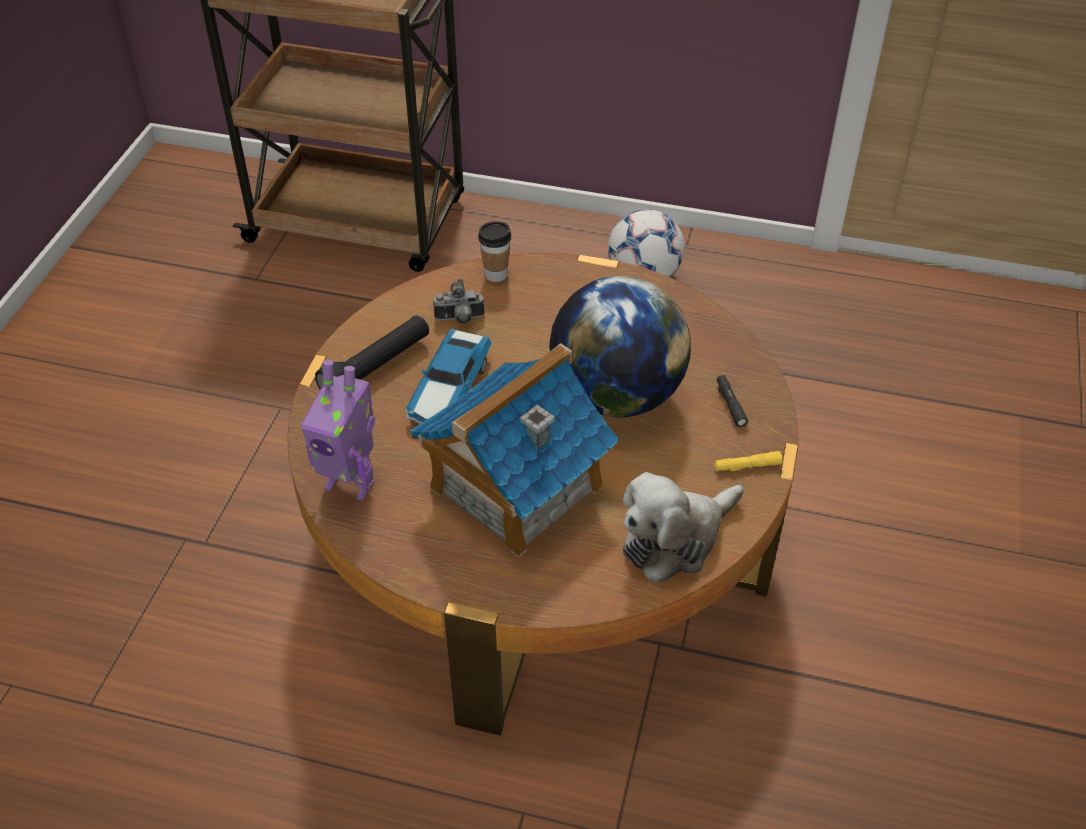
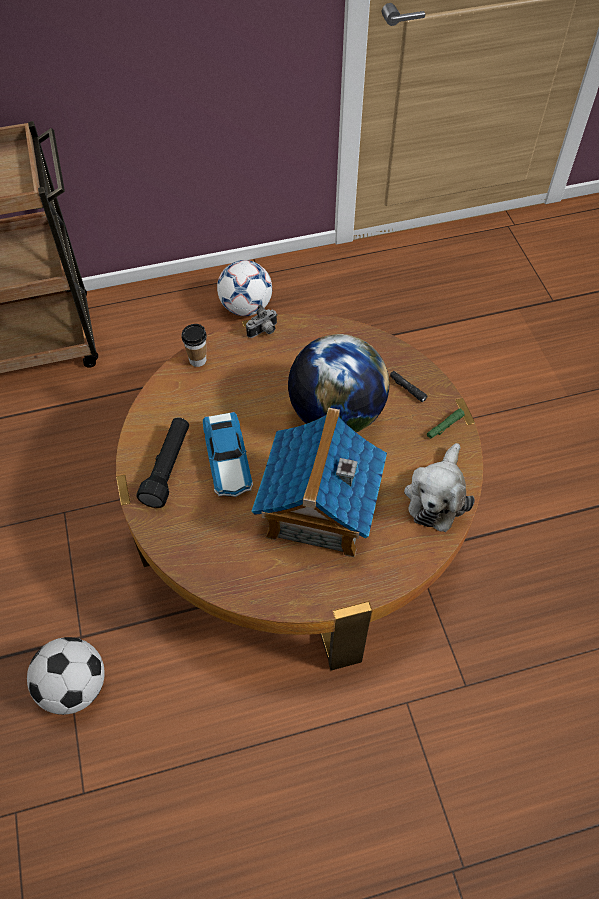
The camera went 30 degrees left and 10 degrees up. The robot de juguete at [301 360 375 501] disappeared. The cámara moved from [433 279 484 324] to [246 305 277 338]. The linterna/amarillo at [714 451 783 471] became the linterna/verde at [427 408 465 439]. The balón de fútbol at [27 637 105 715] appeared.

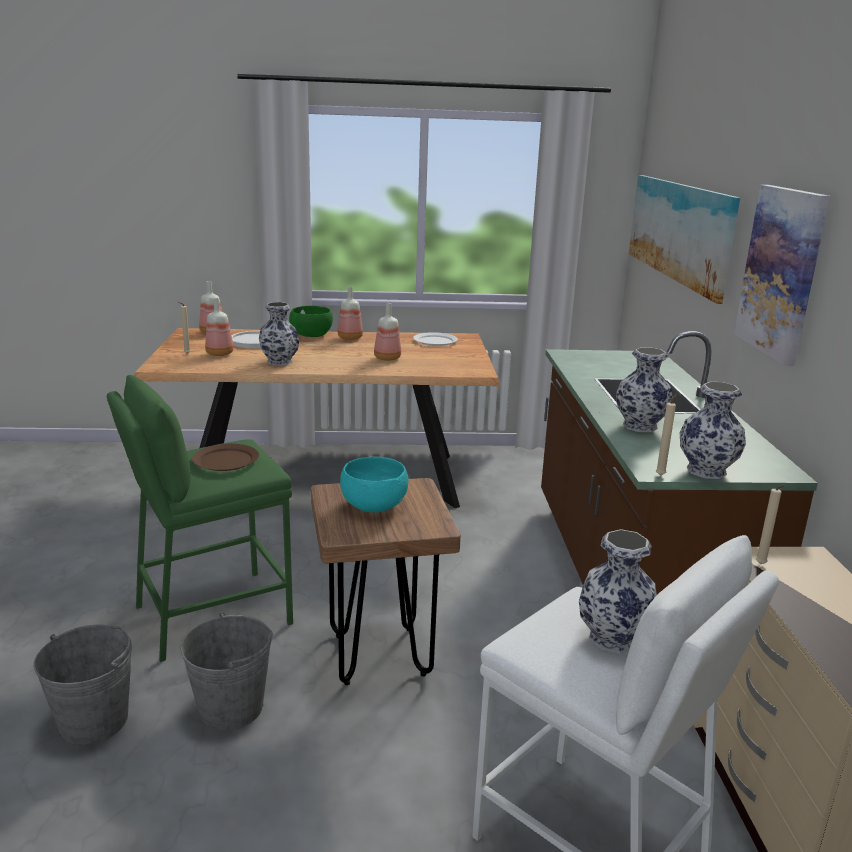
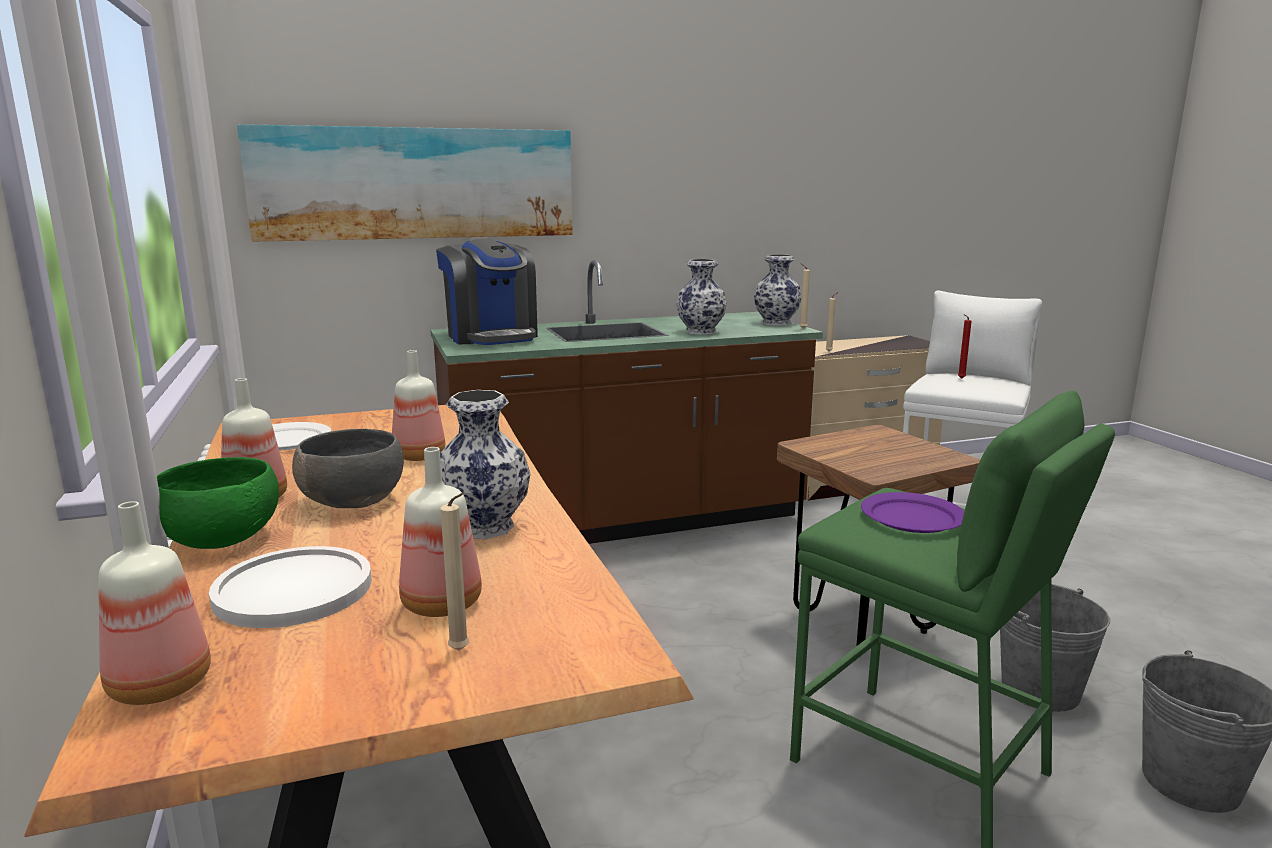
The camera went 105 degrees left and 5 degrees down. The plato/marrón at [192 444 259 471] became the plato/morado at [861 492 964 533]. The cuenco/turquesa at [340 457 408 512] disappeared. The florero at [579 529 657 654] was replaced by the vela/rojo at [958 314 972 379]. The cuadro at [734 185 830 366] disappeared. The cuenco/gris at [292 429 404 508] appeared. The cafetera at [436 239 538 345] appeared.

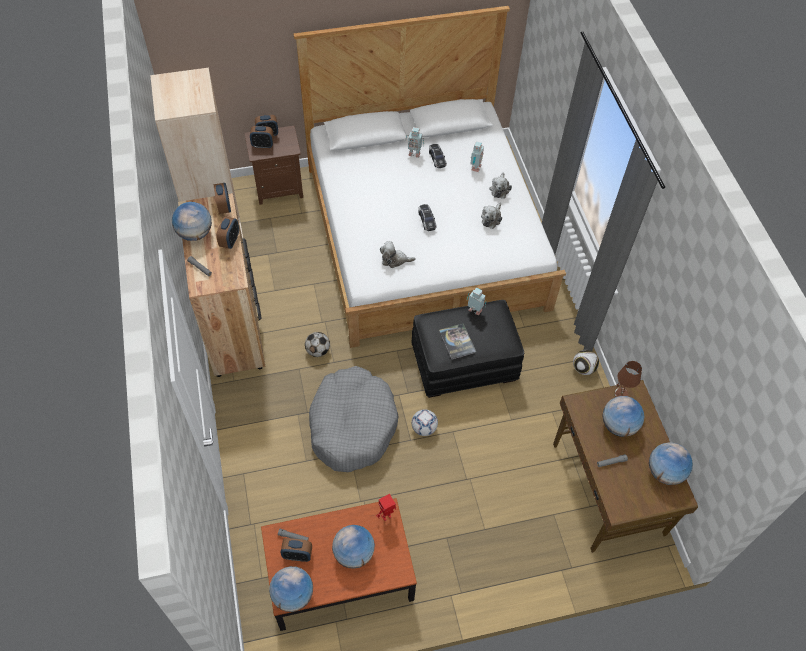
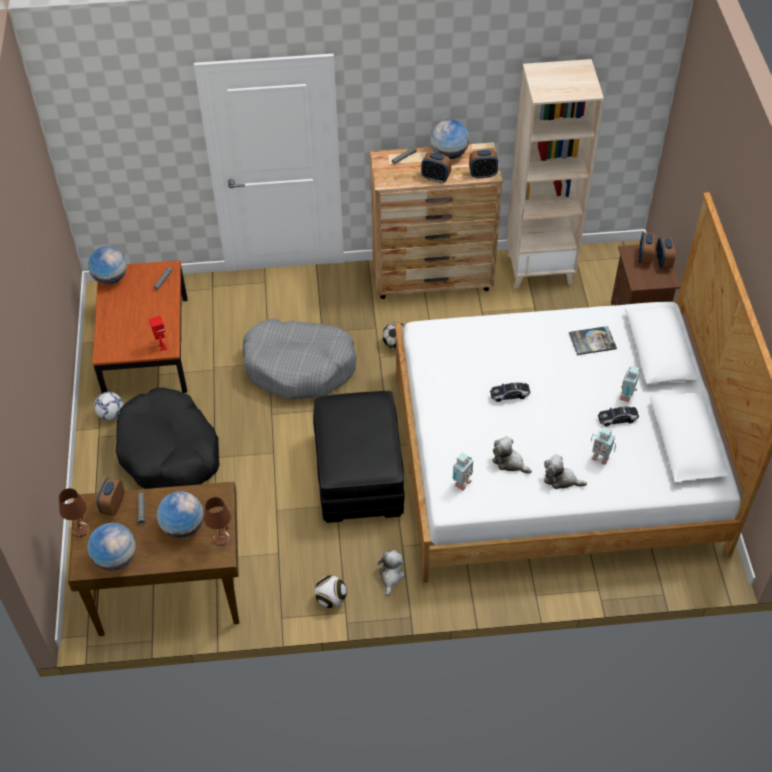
The camera went 100 degrees right and 5 degrees down. The despertador moved from [281 538 312 562] to [97 478 124 516]. The globo terráqueo at [332 525 375 569] disappeared. The peluche moved from [380 241 416 268] to [377 550 405 596]. The balón de fútbol moved from [412 409 438 436] to [94 392 123 421]. The libro moved from [439 323 476 359] to [569 326 617 355]. The robot de juguete moved from [467 288 487 316] to [453 452 473 491]. The lámpara de mesa/marrón at [59 488 89 537] appeared. The cama para perro/negro at [116 388 220 489] appeared.

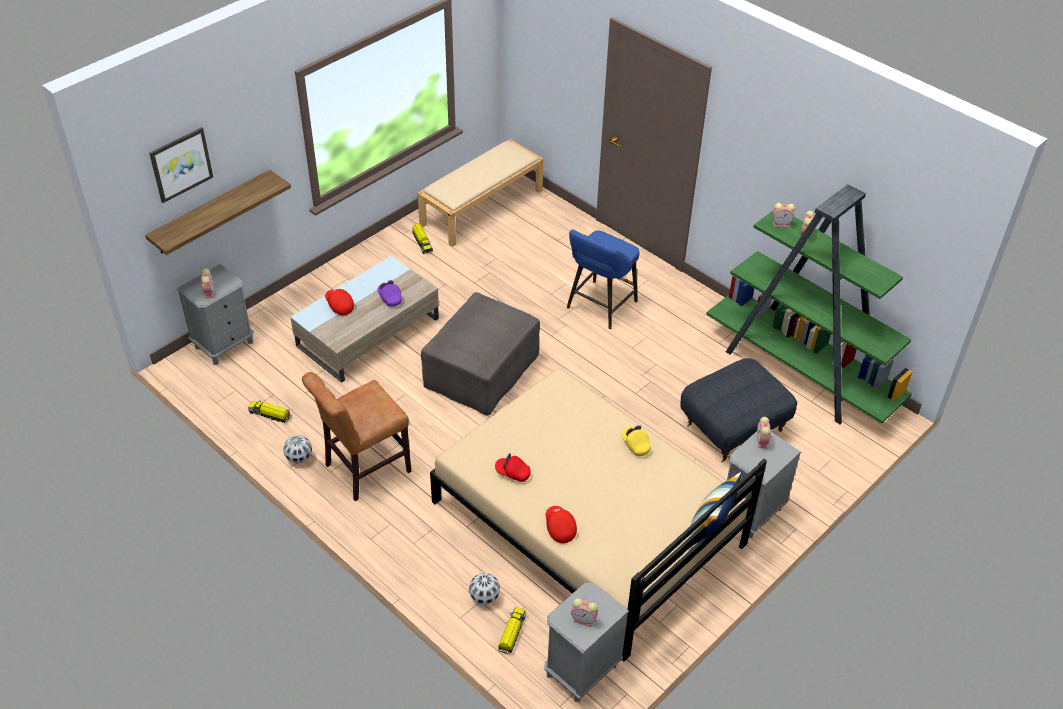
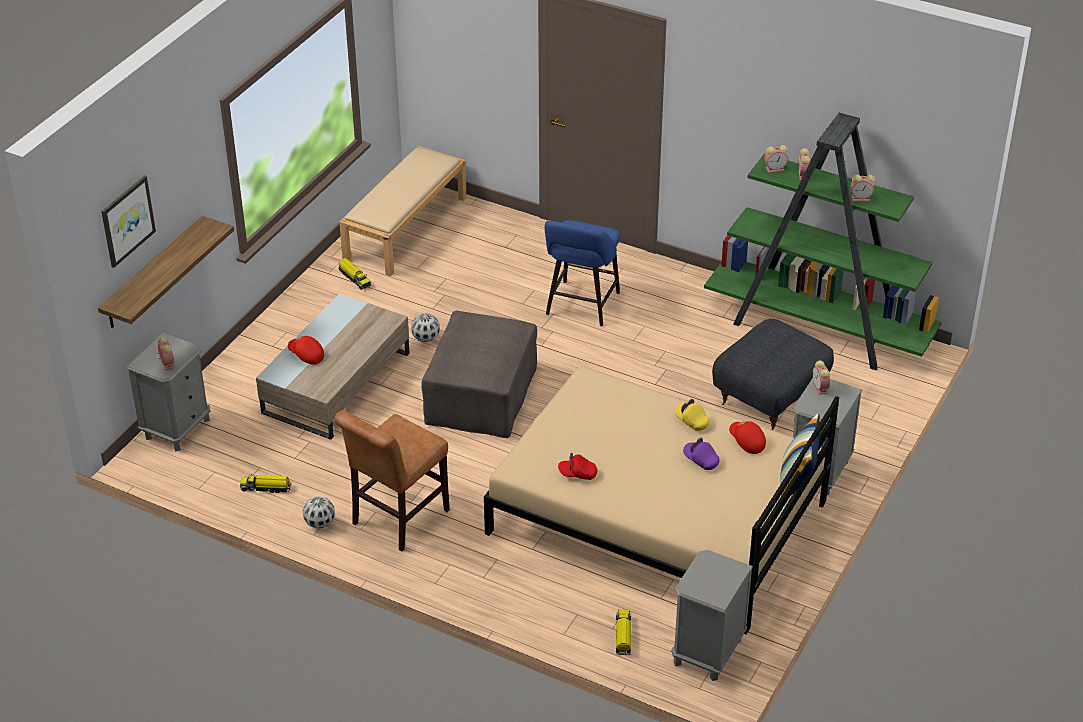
The camera went 15 degrees left and 5 degrees down. The gorra/morado moved from [377 280 402 307] to [683 438 719 470]. The balón de fútbol moved from [469 573 500 605] to [411 313 440 342]. The gorra/rojo moved from [546 506 577 543] to [729 421 766 454]. The despertador moved from [571 598 598 627] to [851 175 875 201].

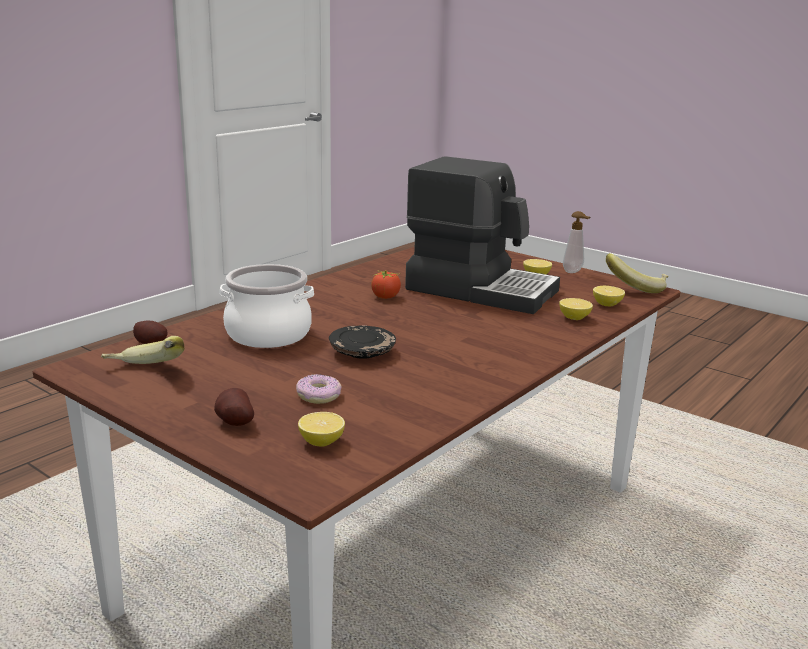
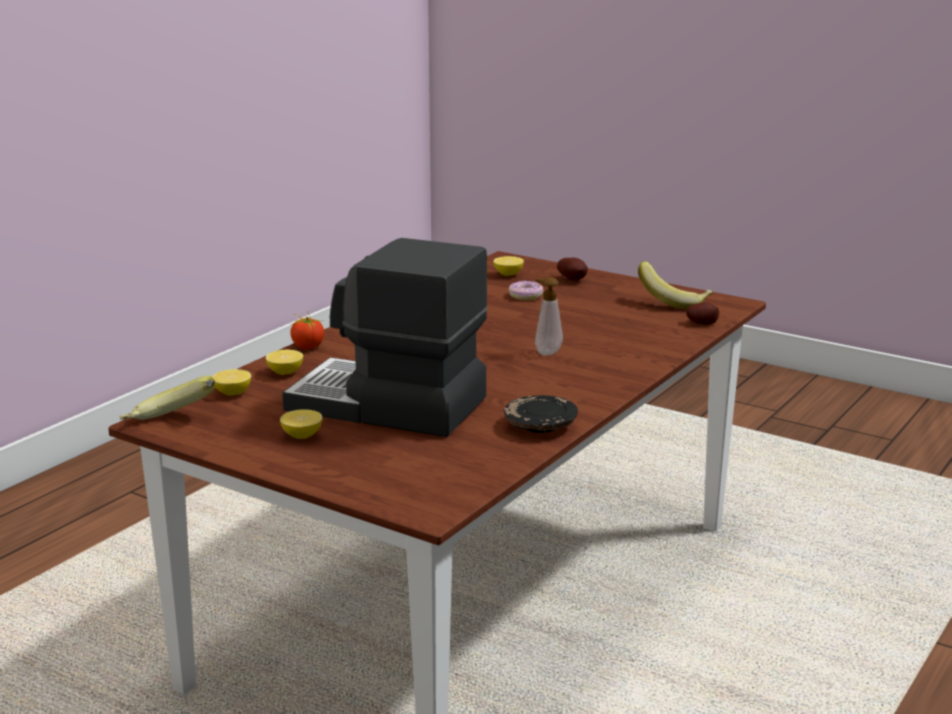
The camera went 175 degrees right and 0 degrees up. The olla at [220 264 314 348] disappeared. The plato/negro moved from [329 325 396 359] to [504 395 578 433]. The tomate moved from [371 270 401 299] to [290 313 324 349]. The dispensador de jabón moved from [563 211 591 273] to [535 277 563 356].

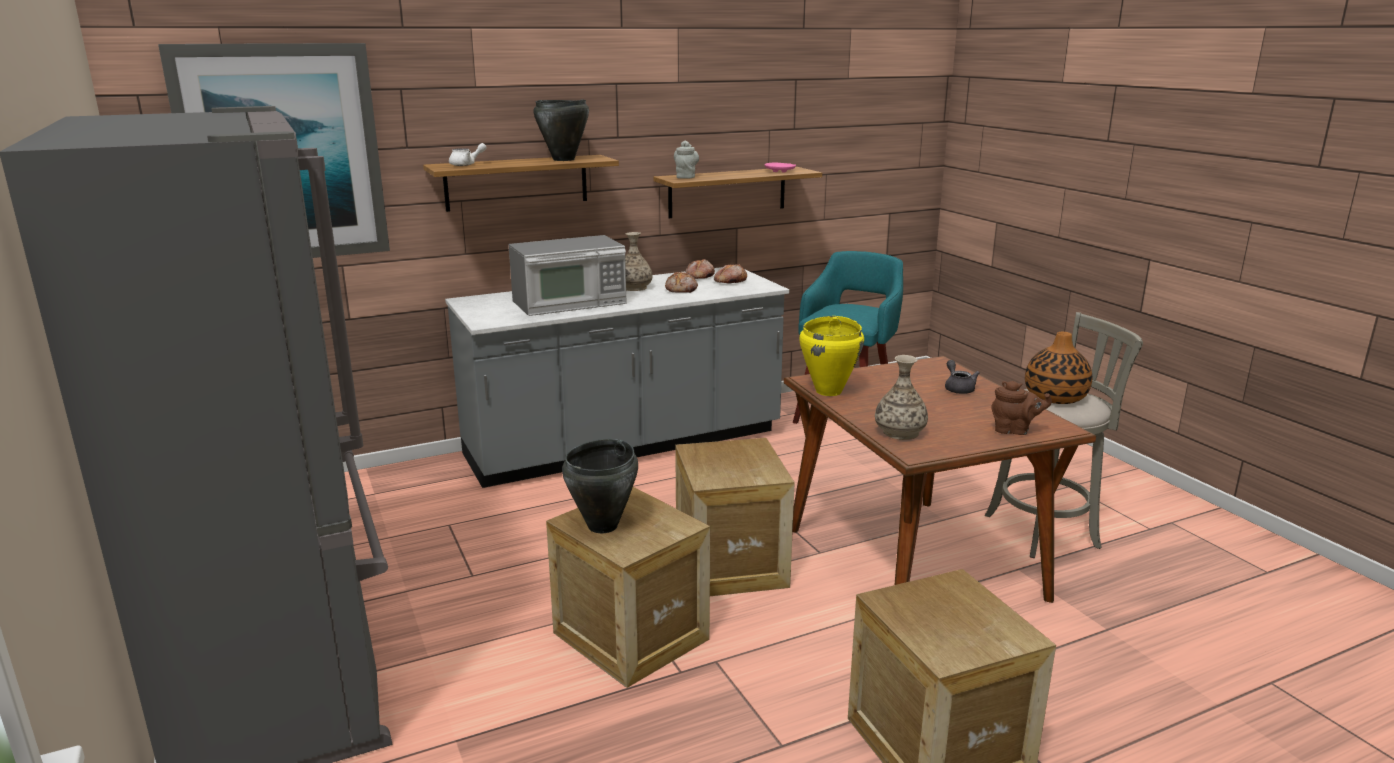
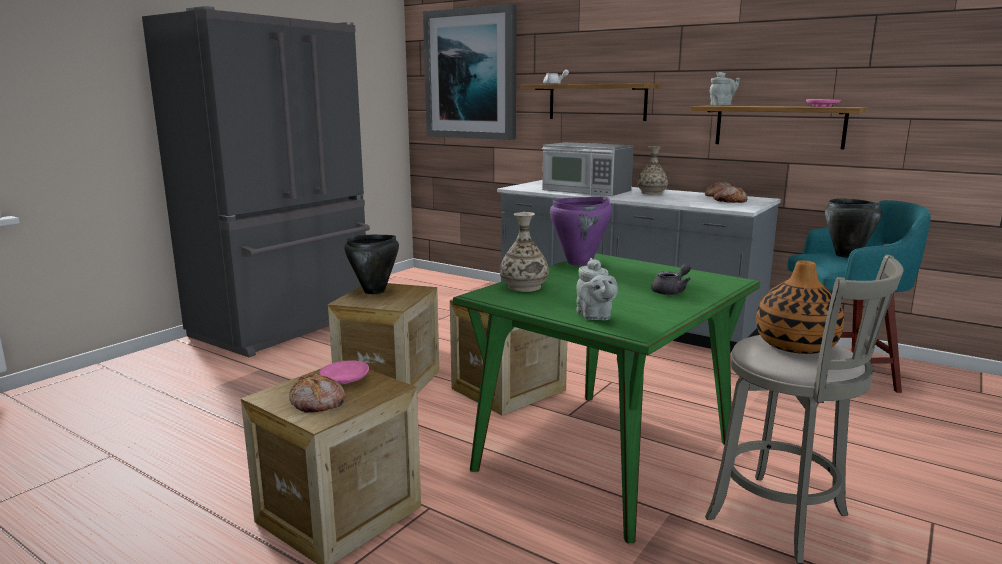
The camera went 60 degrees right and 5 degrees down. The olla/negro moved from [533 100 589 161] to [825 198 882 258]. The pan moved from [665 272 698 293] to [289 373 346 413]. The mesa de comedor/marrón at [784 356 1096 603] became the mesa de comedor/verde at [453 253 760 543]. The olla/amarillo at [799 316 864 396] became the olla/morado at [550 197 612 266]. The tetera/marrón at [991 381 1052 435] became the tetera/gris at [576 258 618 320]. The plato/rosa at [319 360 369 384] appeared.

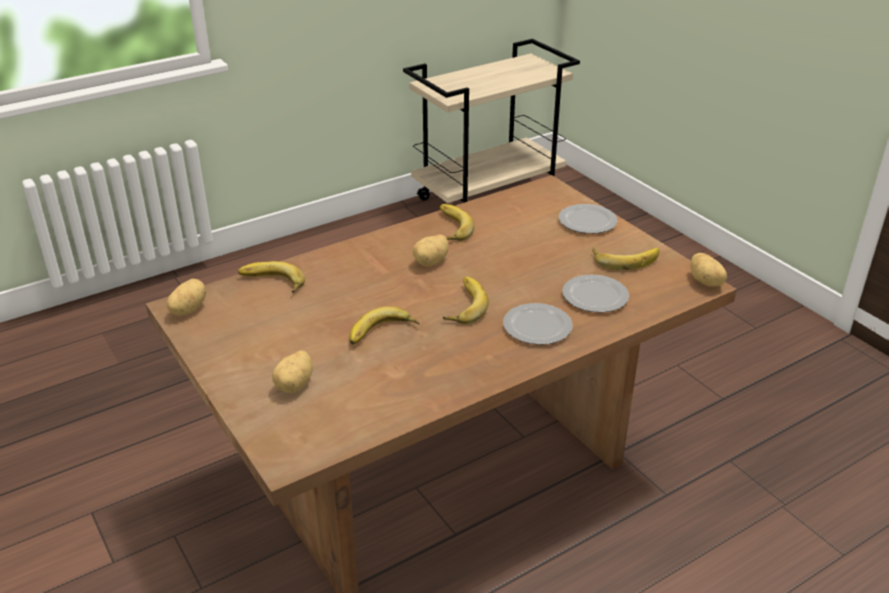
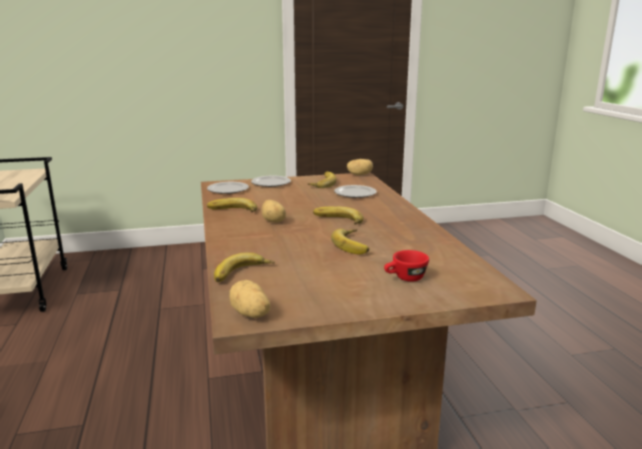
The camera went 70 degrees left and 15 degrees down. The patata at [272 350 313 393] was replaced by the taza/rojo at [384 250 429 282]. The plato moved from [503 303 573 345] to [207 182 249 194].

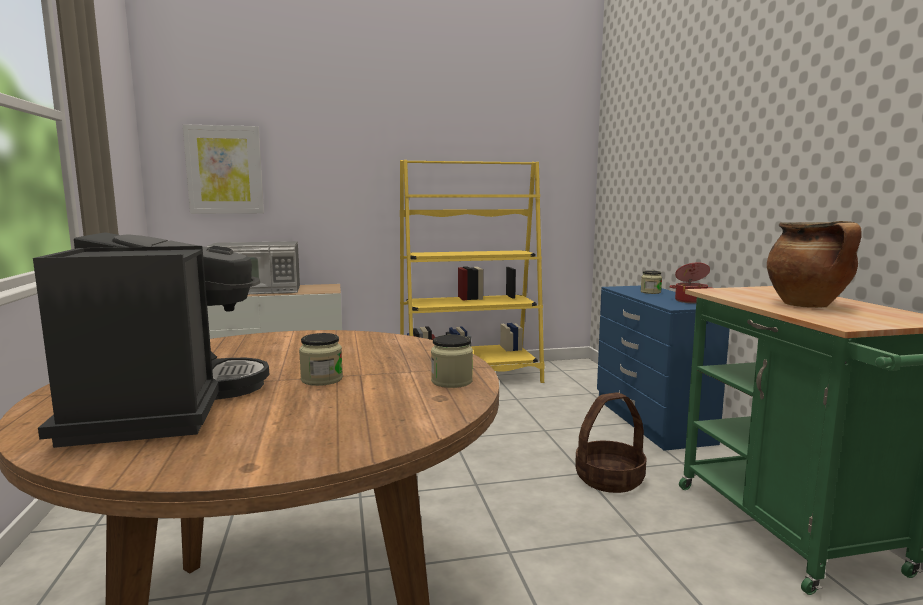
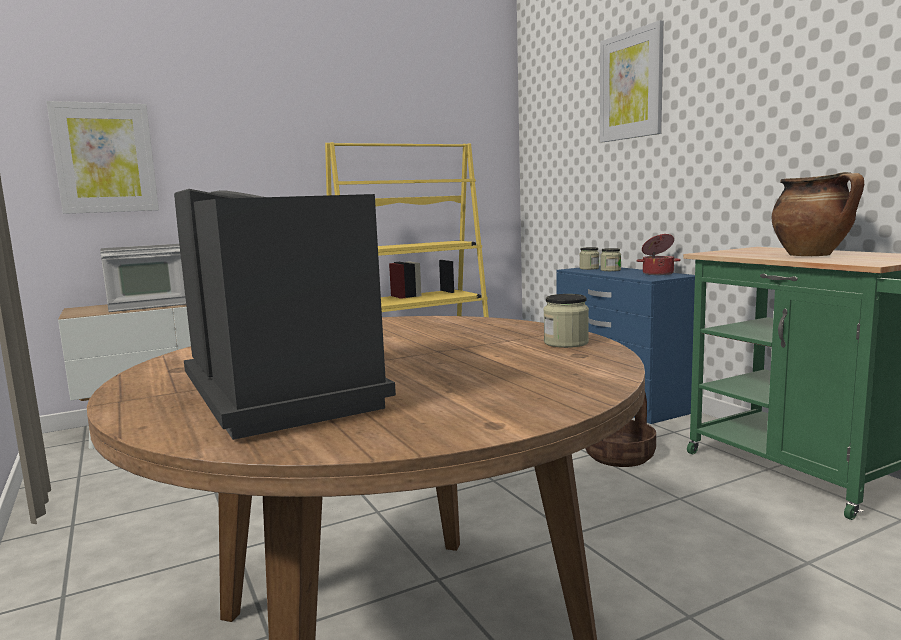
The camera went 15 degrees left and 0 degrees up. The tarro moved from [299 333 343 386] to [579 247 599 270]. The cuadro at [600 20 664 142] appeared.

